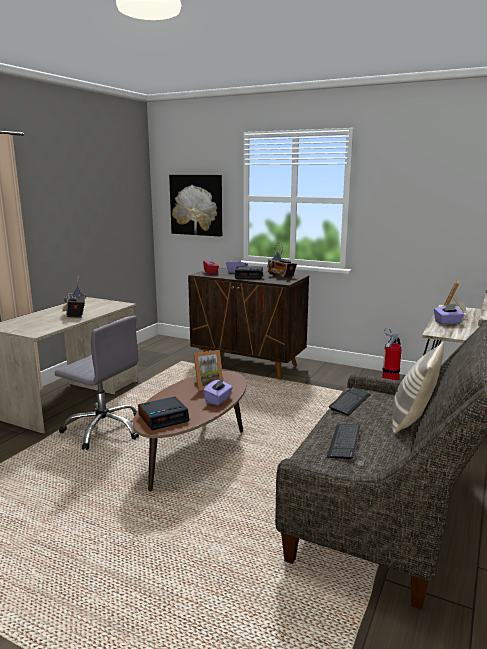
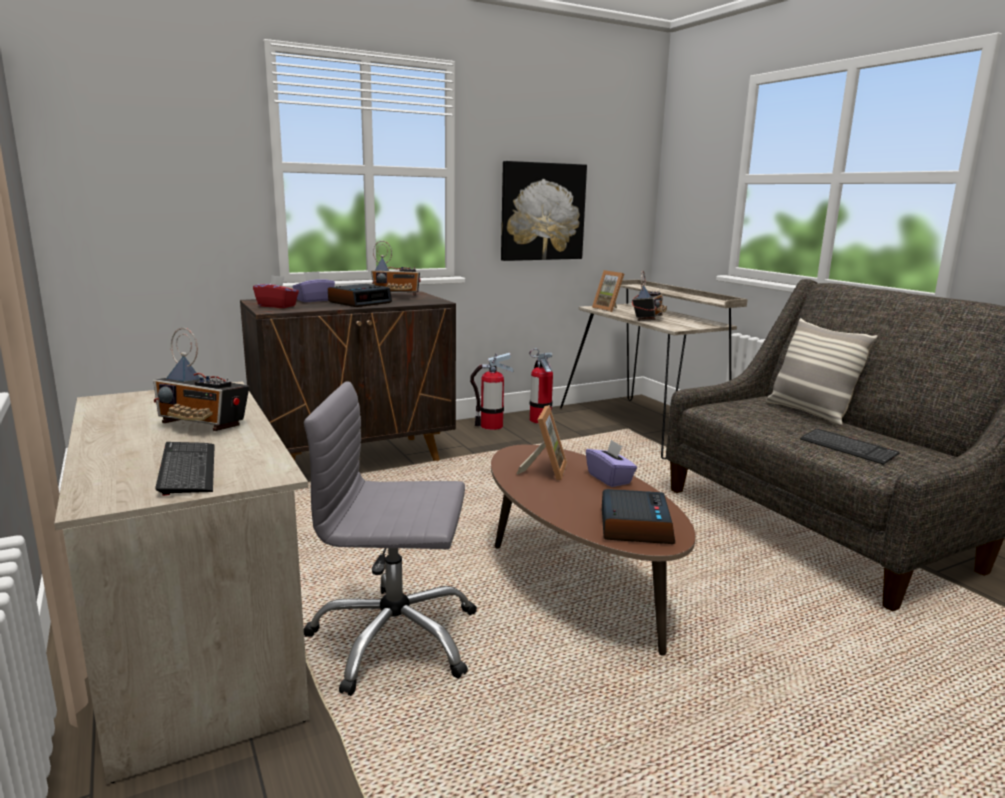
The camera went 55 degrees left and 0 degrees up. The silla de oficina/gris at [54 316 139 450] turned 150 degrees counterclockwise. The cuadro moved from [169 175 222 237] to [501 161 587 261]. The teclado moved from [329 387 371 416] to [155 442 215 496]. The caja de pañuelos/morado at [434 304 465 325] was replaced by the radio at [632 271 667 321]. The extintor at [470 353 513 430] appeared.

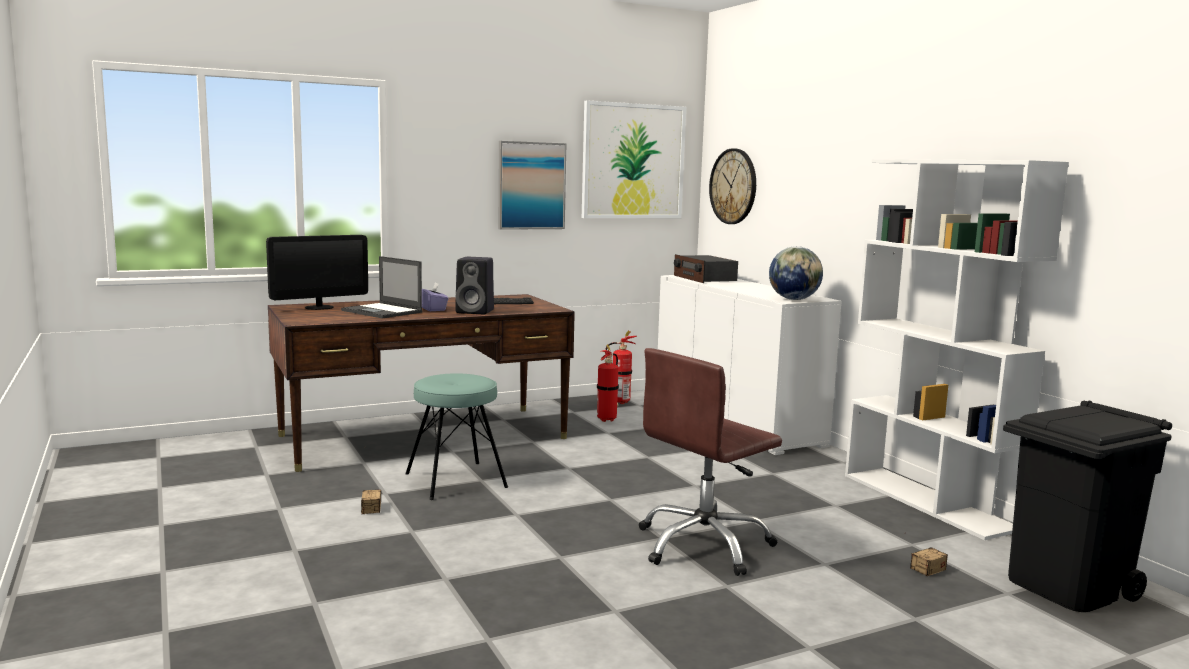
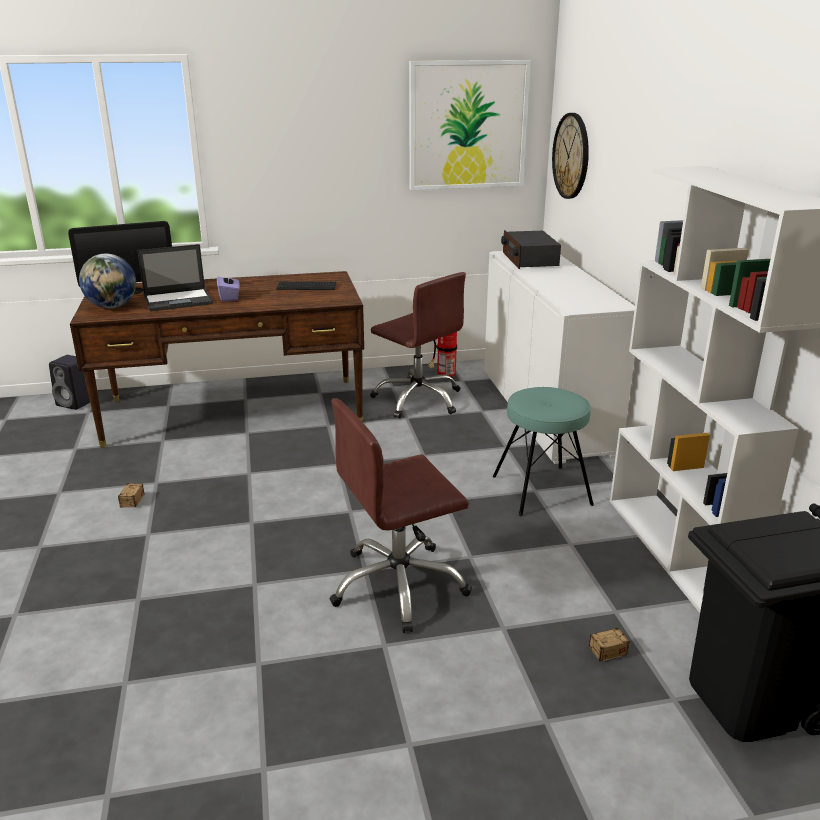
The camera went 15 degrees right and 15 degrees up. The portátil at [341 256 422 318] turned 75 degrees counterclockwise. The taburete/turquesa moved from [405 373 508 500] to [493 387 594 516]. The altavoz/negro moved from [455 257 494 314] to [49 355 90 410]. The cuadro at [498 141 566 230] disappeared. The extintor at [597 344 619 422] was replaced by the silla de oficina/marrón at [370 272 466 418]. The globo terráqueo moved from [769 246 823 300] to [79 254 136 308].

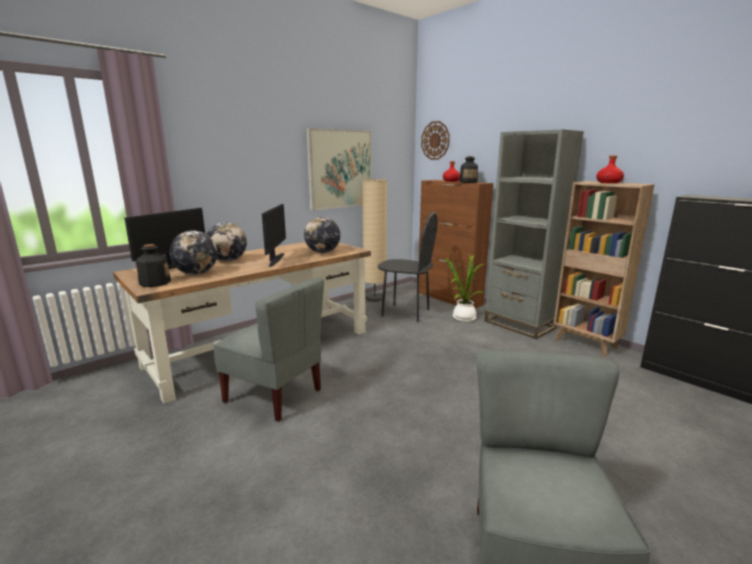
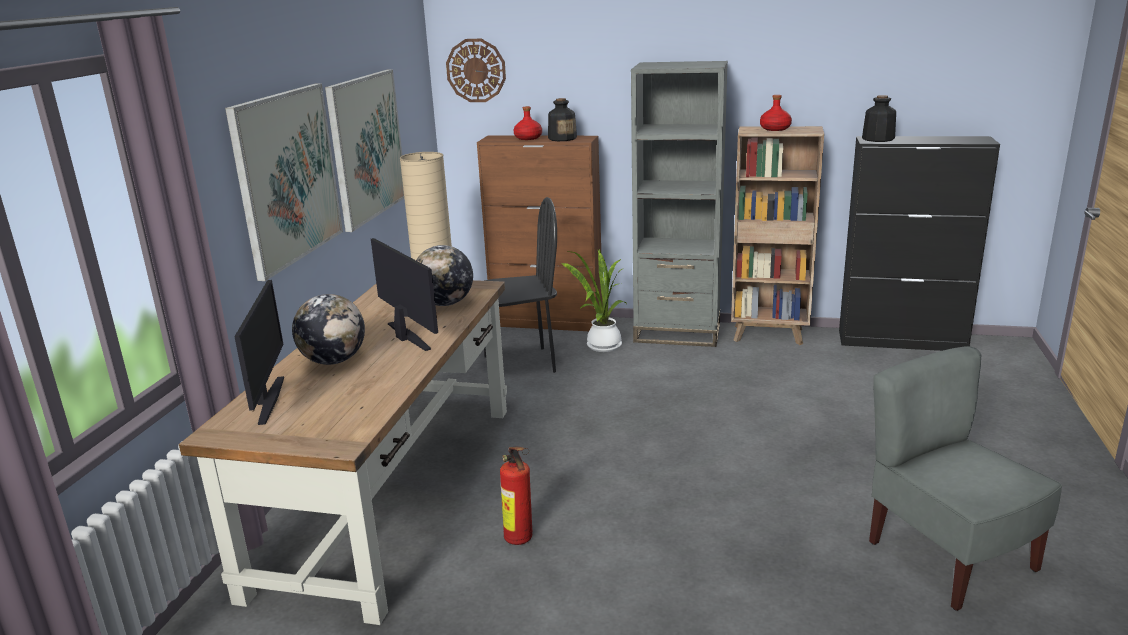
The camera went 35 degrees left and 5 degrees up. The botella moved from [136 244 171 287] to [862 95 896 142]. The globo terráqueo at [170 231 217 275] disappeared. The silla/gris at [214 278 324 422] was replaced by the extintor at [500 447 532 545]. The cuadro at [225 84 343 281] appeared.

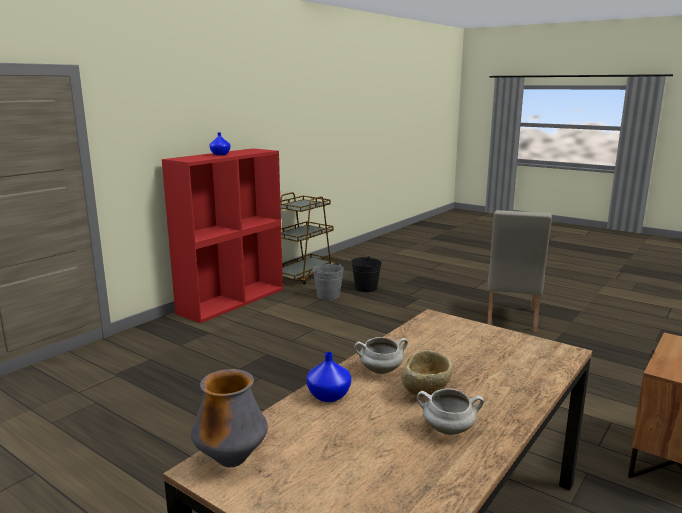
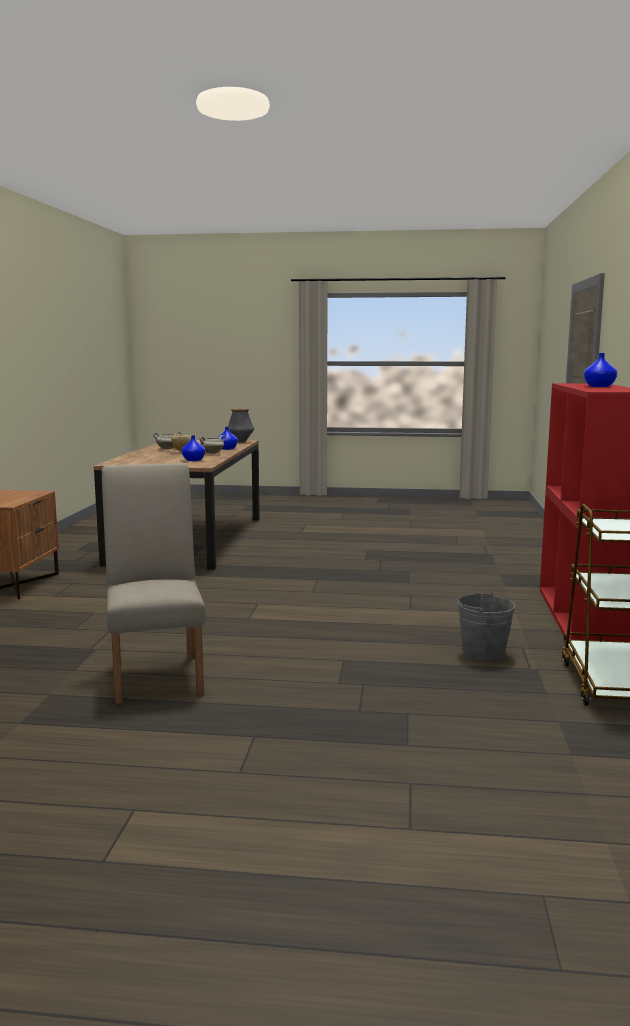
The camera went 150 degrees right and 5 degrees down. The cubo/negro at [351 256 382 292] disappeared. The florero/azul at [181 435 205 461] appeared.

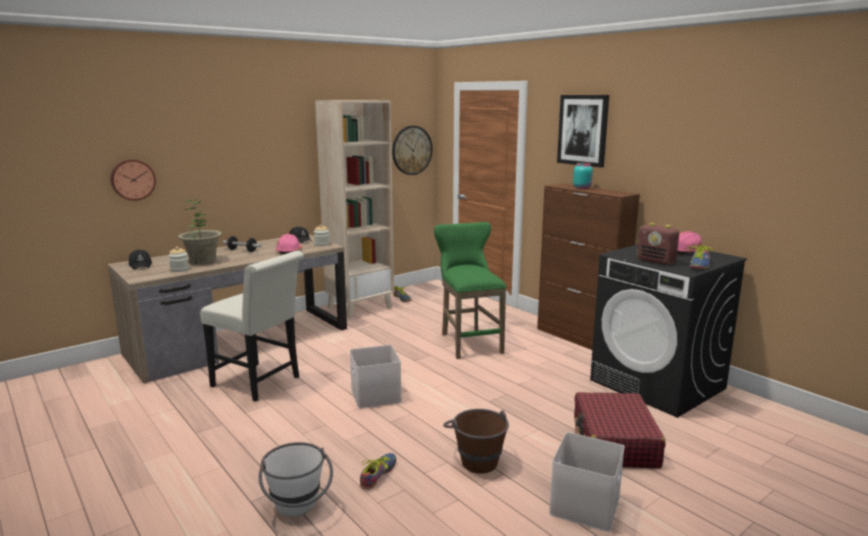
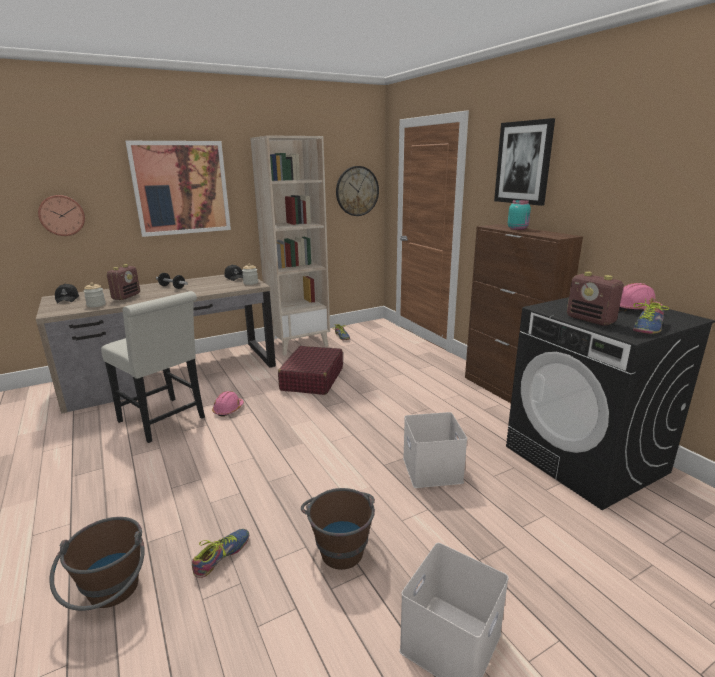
The camera went 10 degrees right and 5 degrees up. The planta en maceta at [178 197 222 264] was replaced by the radio at [106 264 140 300]. The cubo/blanco at [259 442 333 517] became the cubo/marrón at [50 517 145 611]. The casco/rosa moved from [275 234 302 254] to [212 391 244 417]. The caja de almacenaje/blanco moved from [350 345 402 409] to [403 412 467 488]. The taburete/verde at [434 222 506 359] disappeared. The maleta/rojo moved from [574 392 666 468] to [278 346 343 395]. The cuadro at [125 141 231 237] appeared.

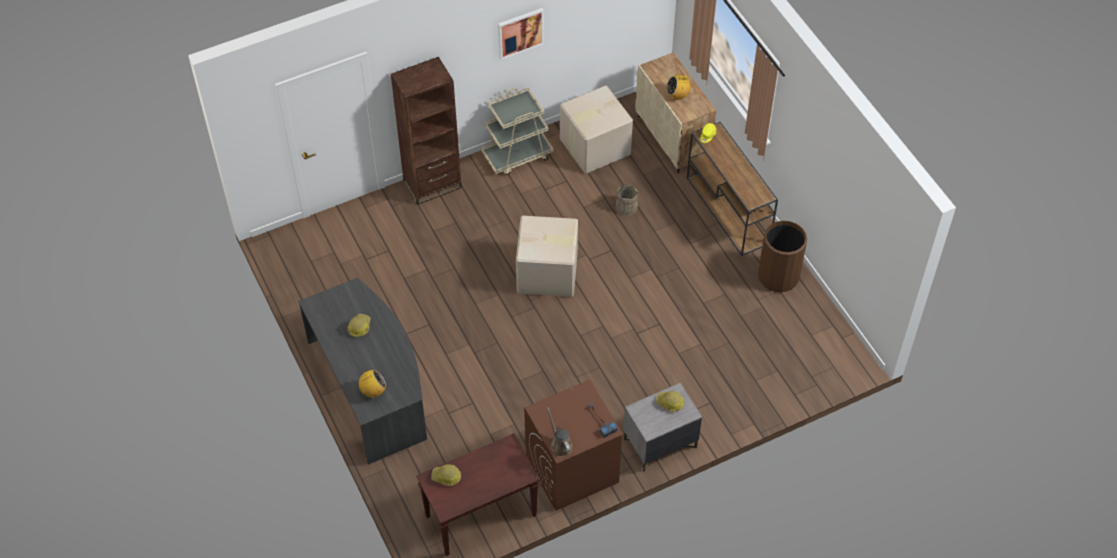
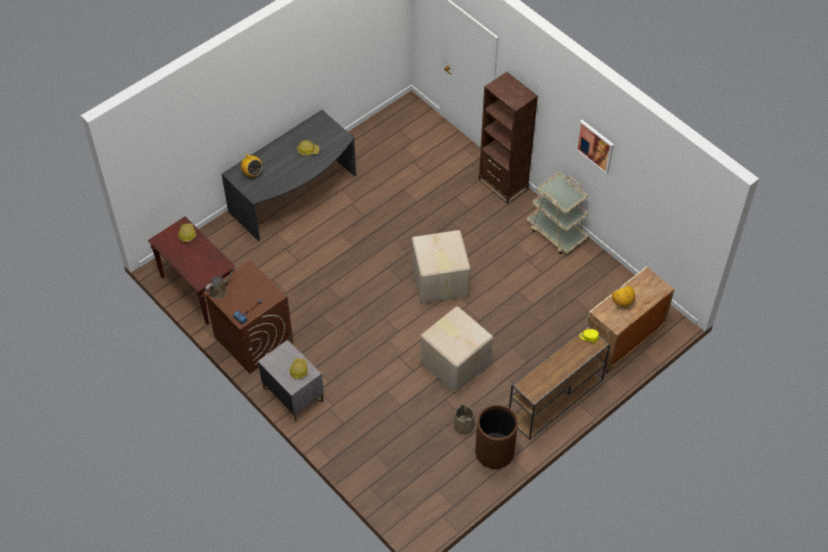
The camera went 75 degrees right and 0 degrees up. The caja de cartón moved from [560 85 633 174] to [421 306 493 392]. The cubo/beis moved from [616 184 639 216] to [453 403 475 434].

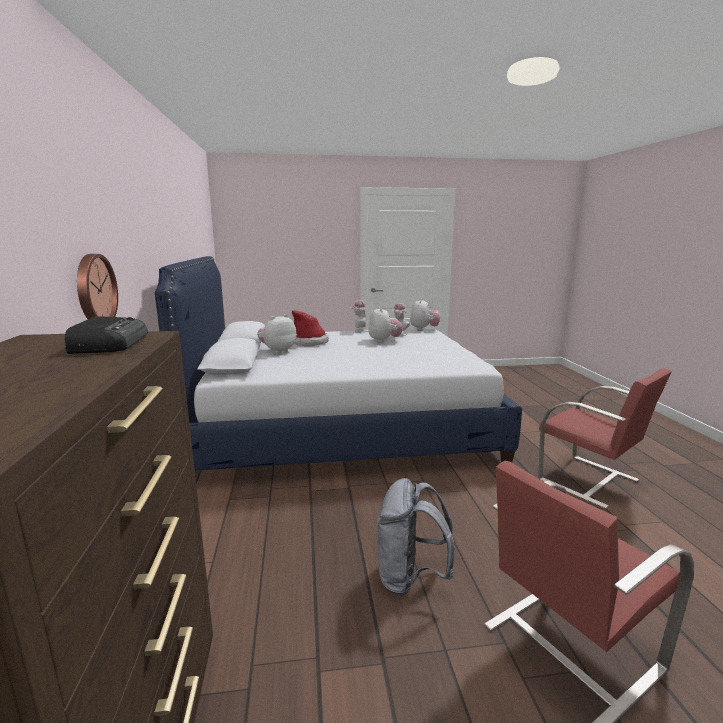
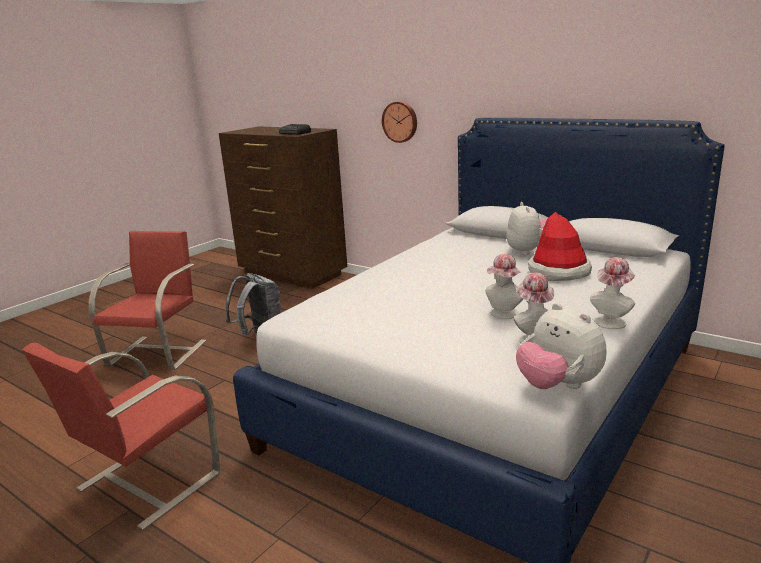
The camera went 135 degrees right and 5 degrees up. The peluche at [369 306 403 343] was replaced by the sombrero at [485 254 523 319]. The silla/rojo at [538 368 672 509] turned 60 degrees counterclockwise.

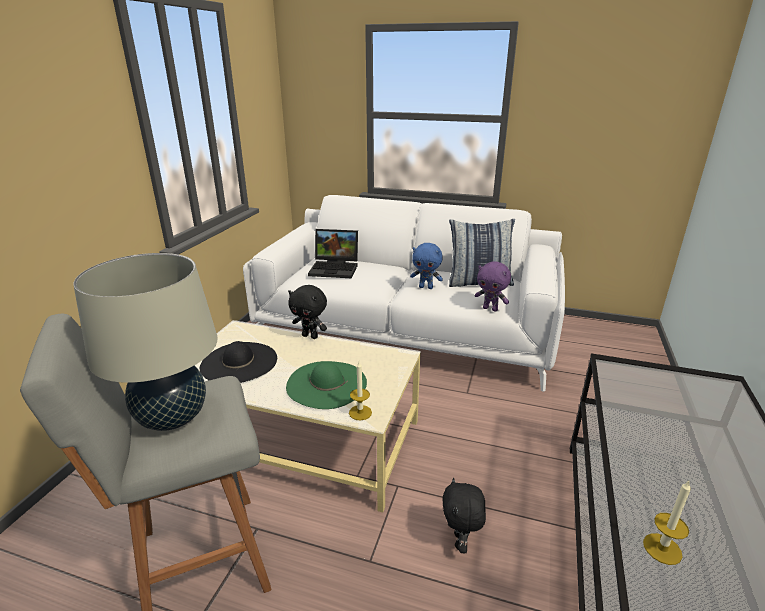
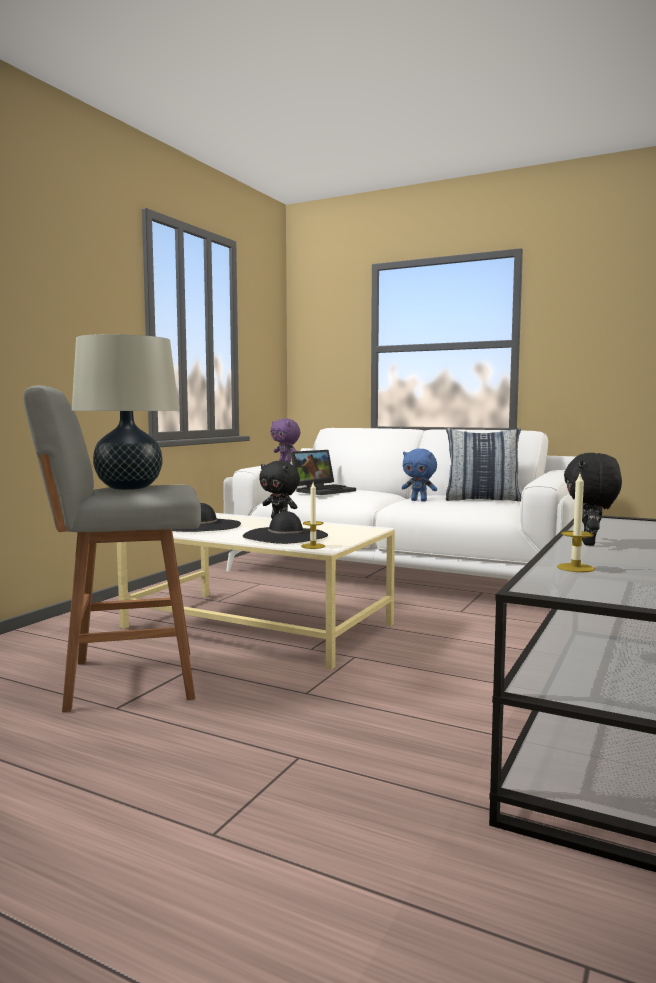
The camera went 10 degrees right and 20 degrees down. The sombrero/verde at [286 361 367 409] became the sombrero/negro at [243 511 328 544]. The portátil at [308 229 358 278] turned 60 degrees counterclockwise. The peluche/negro moved from [443 478 486 554] to [564 453 622 546]. The peluche/morado moved from [475 261 511 311] to [270 418 300 463].

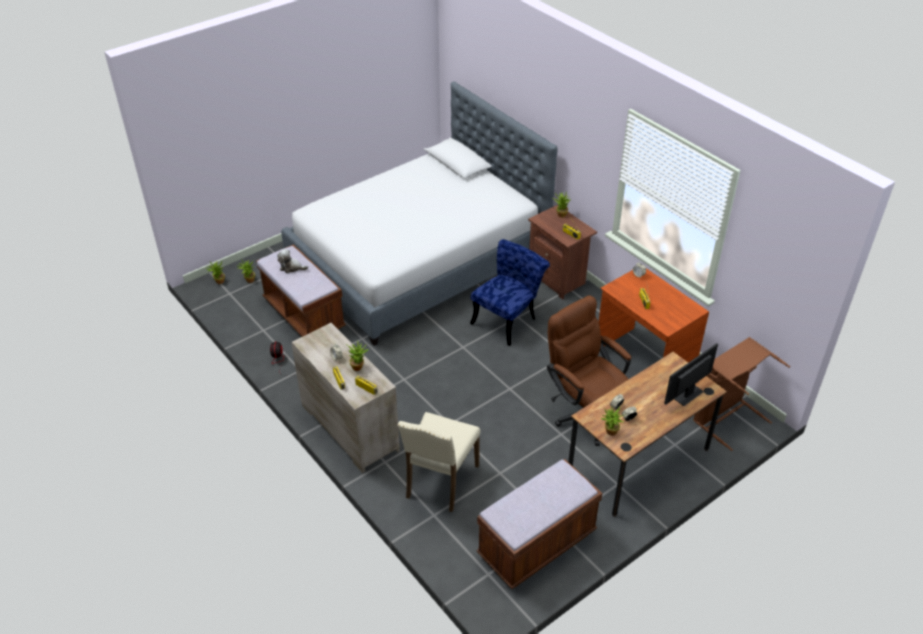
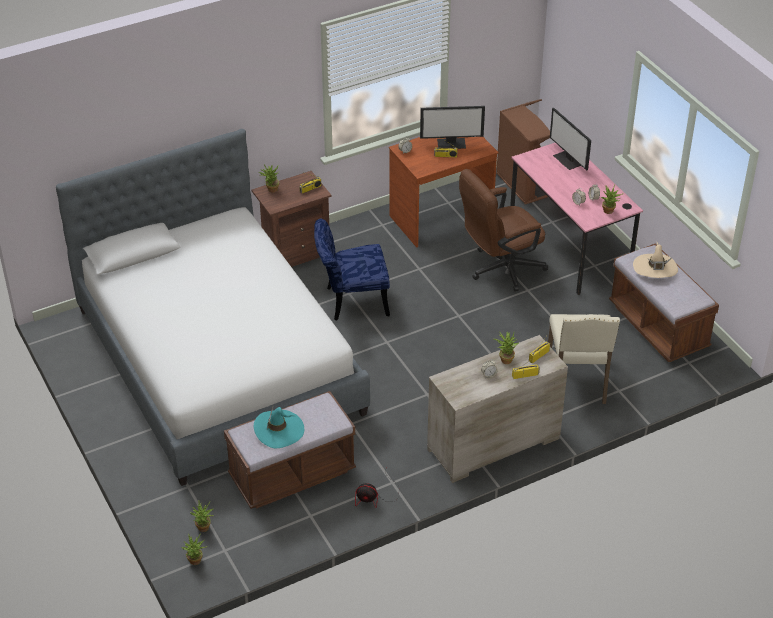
The camera went 80 degrees left and 0 degrees up. The peluche at [277 249 308 273] was replaced by the sombrero/turquesa at [254 406 304 448]. The silla/beis at [398 412 481 512] turned 60 degrees clockwise. The silla/azul at [470 239 550 346] turned 60 degrees counterclockwise. The escritorio/marrón at [568 352 727 517] became the escritorio/rosa at [510 143 643 295]. The monitor at [420 106 485 149] appeared. The sombrero/beis at [633 243 678 278] appeared.

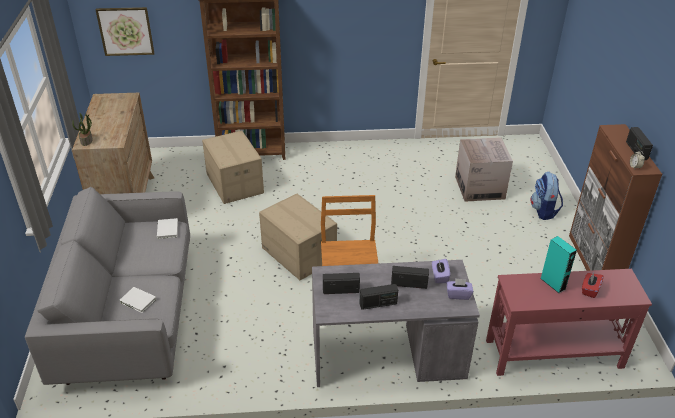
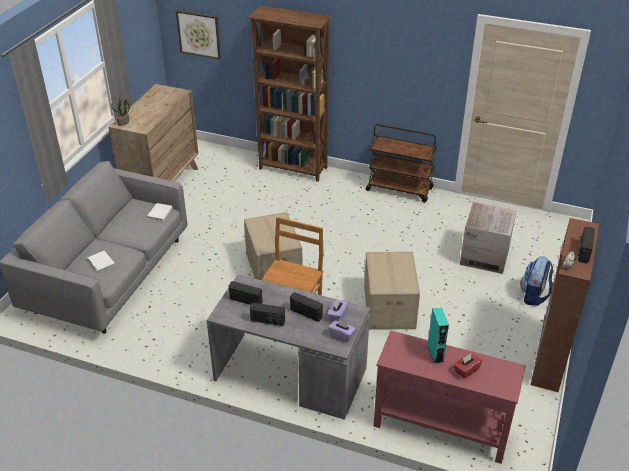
The camera went 25 degrees right and 0 degrees up. The caja de cartón moved from [202 131 264 204] to [364 252 420 330]. The carrito/marrón at [366 124 437 203] appeared.

